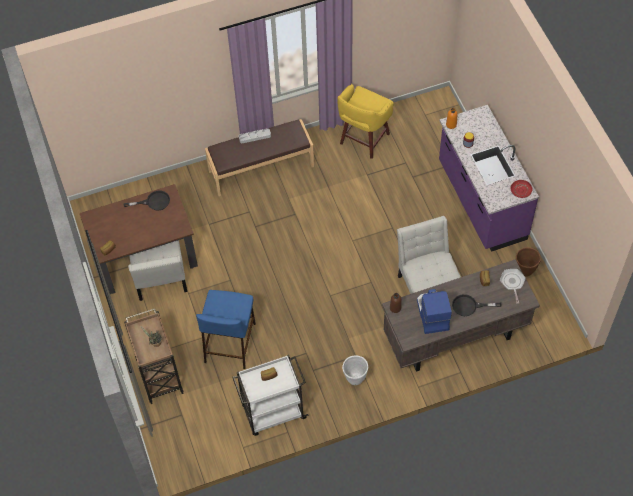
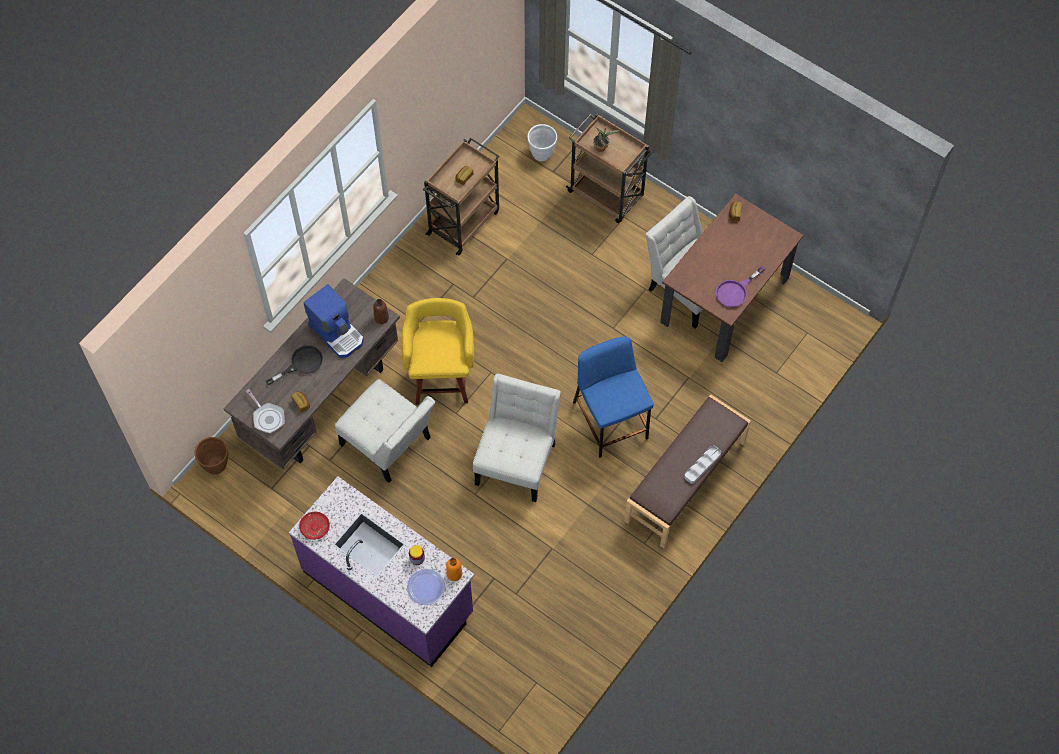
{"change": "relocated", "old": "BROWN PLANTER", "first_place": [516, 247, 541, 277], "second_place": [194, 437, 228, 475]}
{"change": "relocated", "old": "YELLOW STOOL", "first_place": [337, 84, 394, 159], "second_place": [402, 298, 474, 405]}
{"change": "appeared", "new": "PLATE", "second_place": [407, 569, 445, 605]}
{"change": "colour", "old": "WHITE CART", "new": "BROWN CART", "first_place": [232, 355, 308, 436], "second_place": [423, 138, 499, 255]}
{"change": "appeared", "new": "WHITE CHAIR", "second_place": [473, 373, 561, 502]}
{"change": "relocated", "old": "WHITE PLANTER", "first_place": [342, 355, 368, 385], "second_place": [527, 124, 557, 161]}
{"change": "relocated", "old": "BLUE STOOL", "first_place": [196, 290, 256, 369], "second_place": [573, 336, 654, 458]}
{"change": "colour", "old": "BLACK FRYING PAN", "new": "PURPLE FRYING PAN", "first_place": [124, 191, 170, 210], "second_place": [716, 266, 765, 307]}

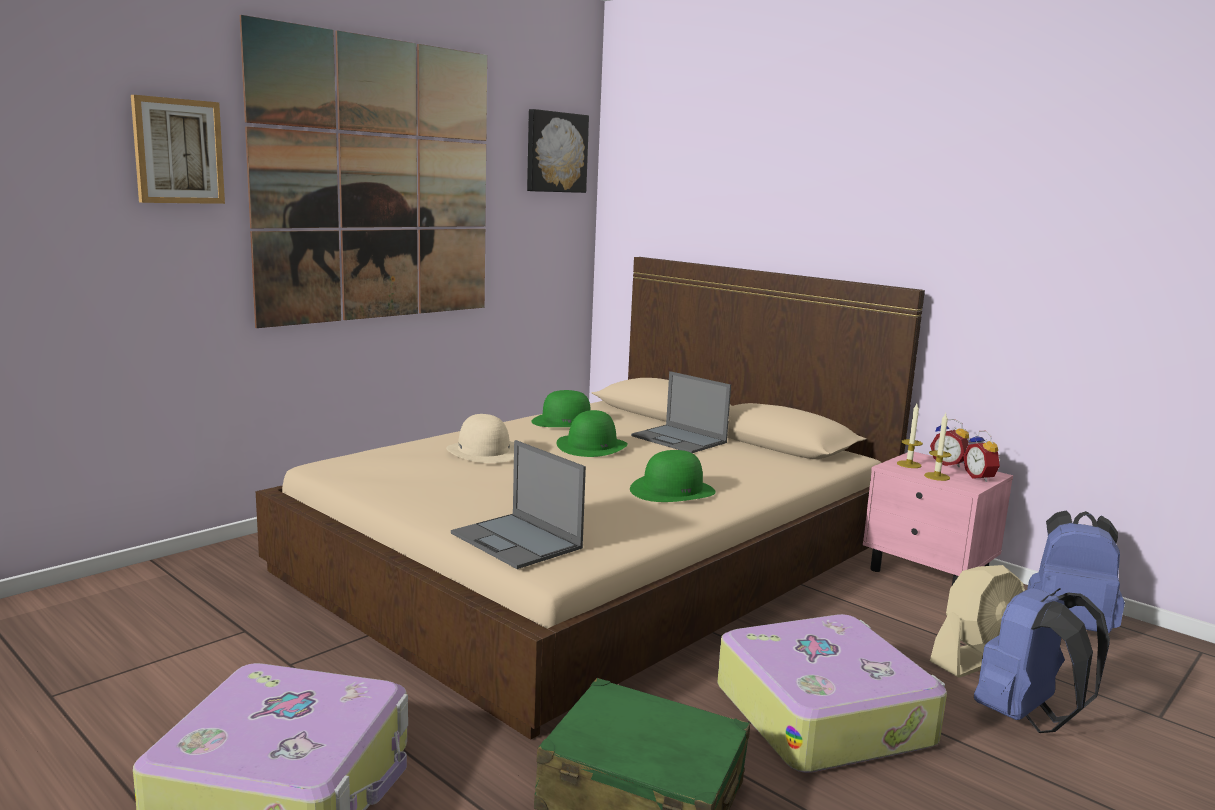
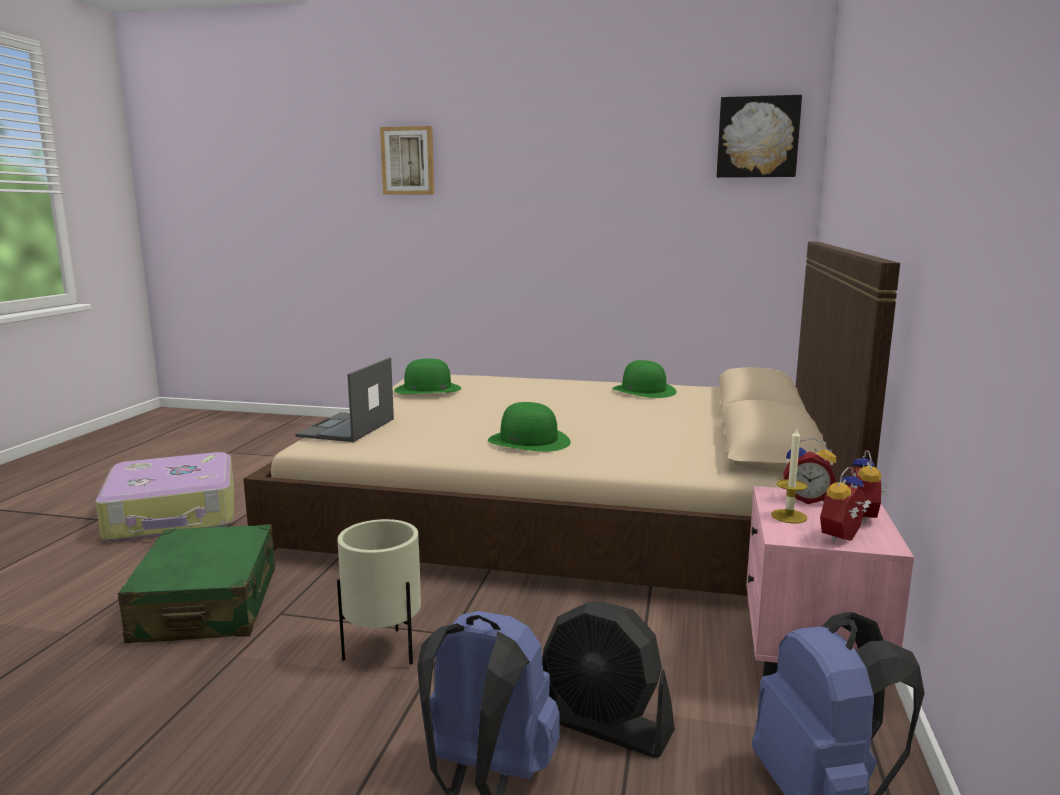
{"change": "exchanged", "old": "SUITCASE", "new": "BEIGE PLANTER", "first_place": [717, 614, 947, 773], "second_place": [337, 519, 421, 664]}
{"change": "relocated", "old": "GREEN HAT", "first_place": [557, 410, 628, 457], "second_place": [394, 359, 461, 394]}
{"change": "colour", "old": "BEIGE FAN", "new": "BLACK FAN", "first_place": [930, 565, 1025, 678], "second_place": [542, 602, 675, 758]}
{"change": "exchanged", "old": "CANDLE", "new": "ALARM CLOCK", "first_place": [897, 404, 923, 468], "second_place": [783, 438, 837, 504]}
{"change": "missing", "old": "PICTURE", "first_place": [240, 15, 487, 328]}
{"change": "missing", "old": "BEIGE HAT", "first_place": [446, 414, 514, 463]}
{"change": "missing", "old": "LAPTOP", "first_place": [631, 371, 731, 453]}

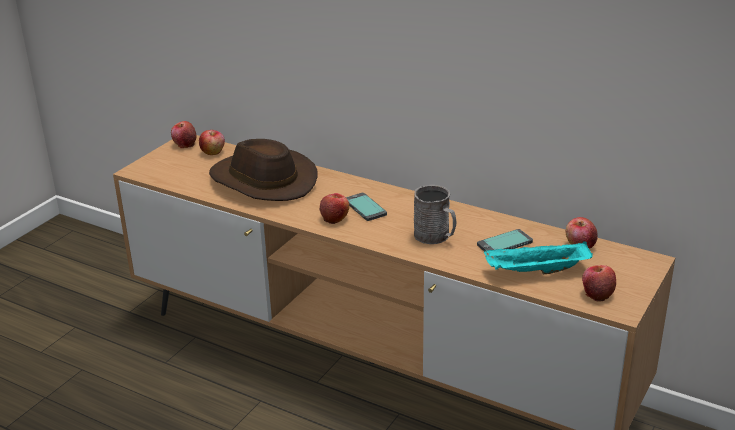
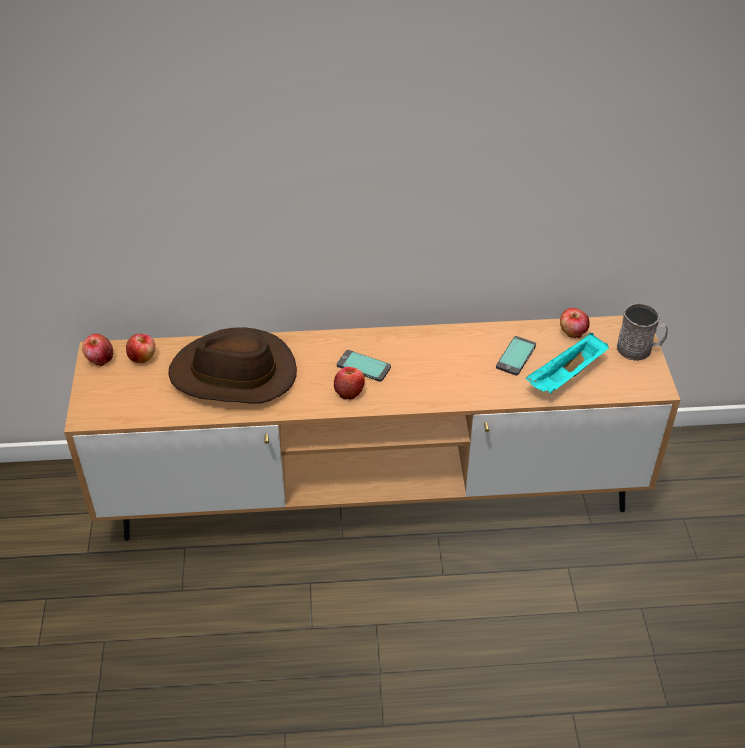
{"change": "relocated", "old": "GREY MUG", "first_place": [414, 185, 456, 244], "second_place": [617, 303, 668, 361]}
{"change": "missing", "old": "APPLE", "first_place": [582, 265, 616, 302]}

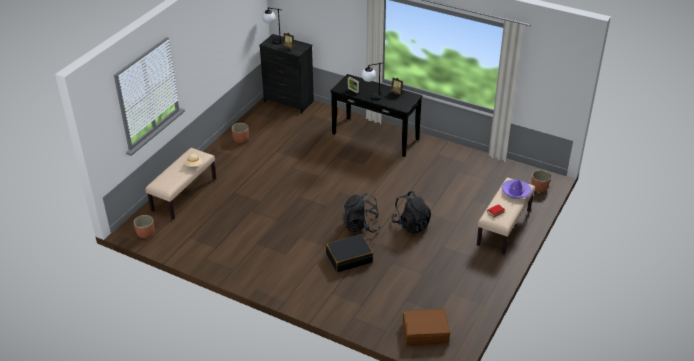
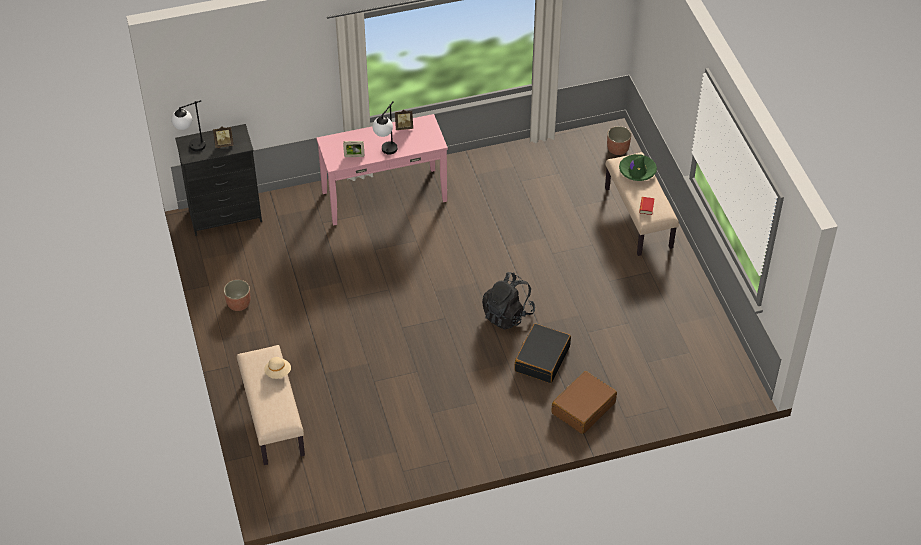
{"change": "colour", "old": "BLACK CONSOLE TABLE", "new": "PINK CONSOLE TABLE", "first_place": [331, 74, 422, 157], "second_place": [316, 114, 448, 225]}
{"change": "relocated", "old": "BROWN SUITCASE", "first_place": [403, 309, 450, 345], "second_place": [551, 371, 617, 434]}
{"change": "colour", "old": "PURPLE HAT", "new": "GREEN HAT", "first_place": [501, 180, 531, 199], "second_place": [619, 154, 657, 181]}
{"change": "missing", "old": "PLANTER", "first_place": [134, 215, 154, 238]}
{"change": "missing", "old": "BLACK BACKPACK", "first_place": [391, 191, 431, 234]}

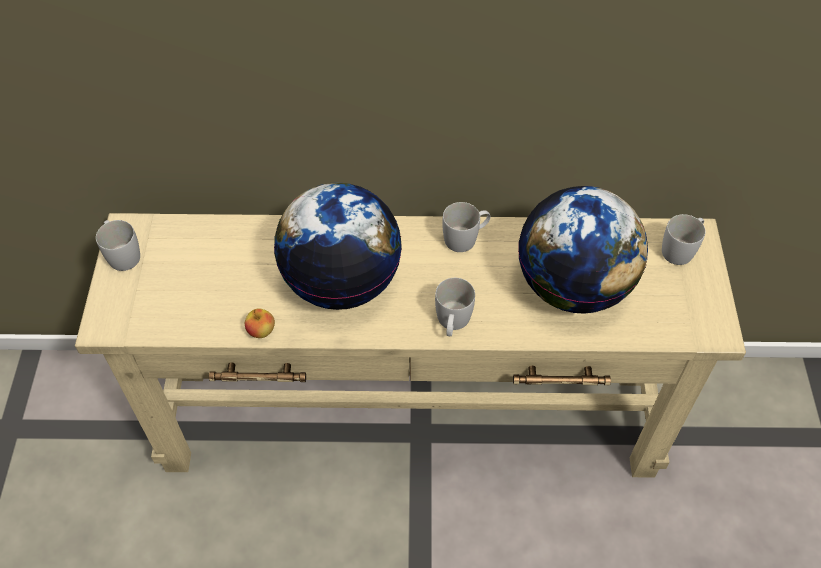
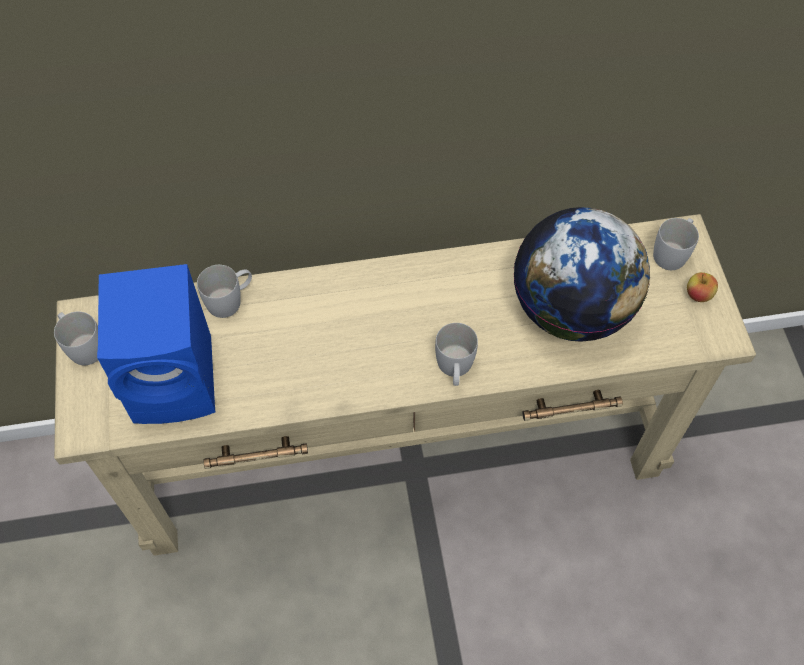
{"change": "appeared", "new": "BLUE SPEAKER", "second_place": [97, 264, 215, 424]}
{"change": "relocated", "old": "WHITE MUG", "first_place": [442, 202, 490, 252], "second_place": [197, 265, 252, 318]}
{"change": "relocated", "old": "APPLE", "first_place": [245, 308, 275, 338], "second_place": [687, 272, 718, 302]}
{"change": "missing", "old": "GLOBE", "first_place": [274, 182, 402, 310]}

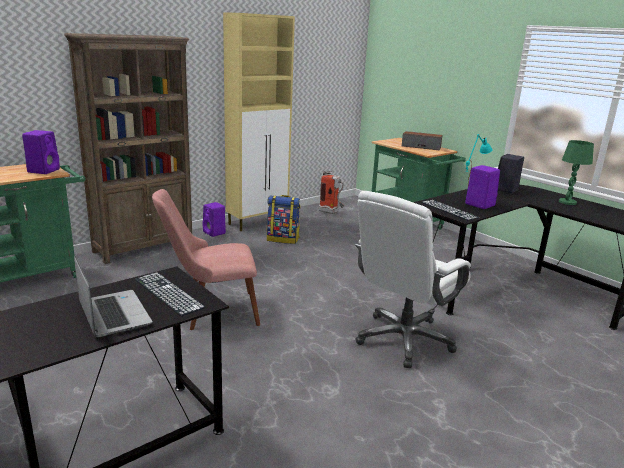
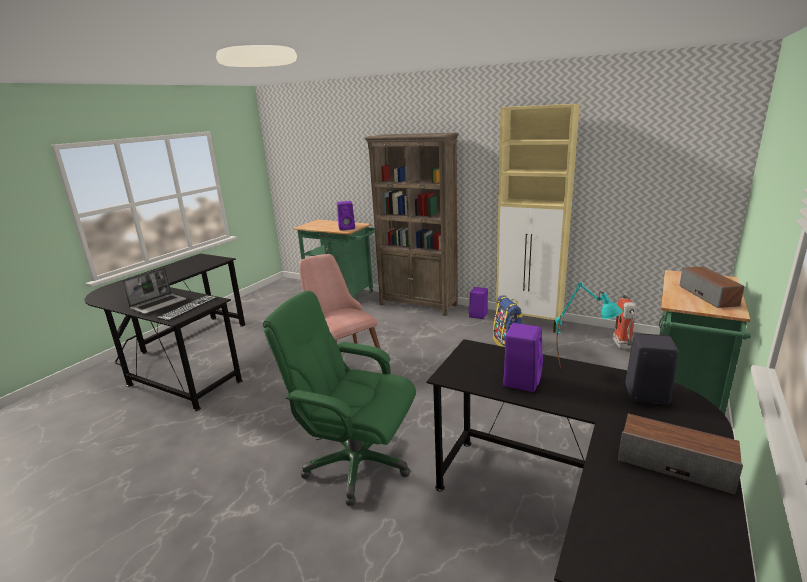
{"change": "colour", "old": "WHITE OFFICE CHAIR", "new": "GREEN OFFICE CHAIR", "first_place": [355, 191, 471, 368], "second_place": [263, 291, 416, 506]}
{"change": "exchanged", "old": "GREEN TABLE LAMP", "new": "SPEAKER", "first_place": [559, 140, 594, 205], "second_place": [618, 413, 743, 495]}
{"change": "missing", "old": "KEYBOARD", "first_place": [421, 200, 480, 221]}

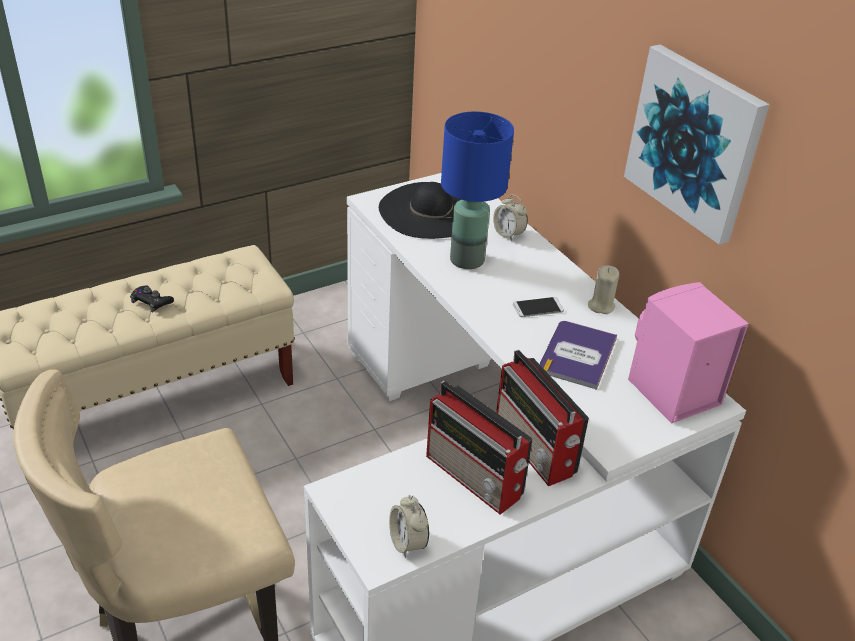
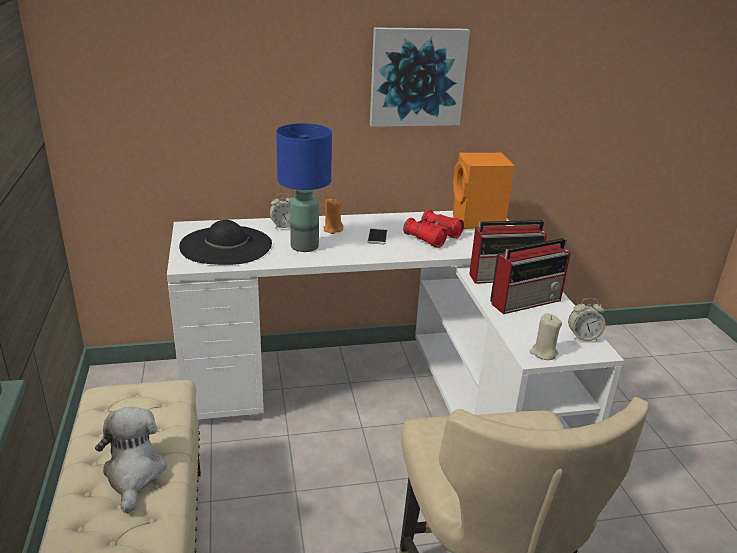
{"change": "exchanged", "old": "BLACK GAME CONTROLLER", "new": "PLUSH TOY", "first_place": [130, 285, 174, 312], "second_place": [95, 407, 167, 514]}
{"change": "appeared", "new": "ORANGE CANDLE", "second_place": [324, 198, 343, 234]}
{"change": "exchanged", "old": "BOOK", "new": "RED BINOCULARS", "first_place": [540, 321, 617, 390], "second_place": [403, 210, 464, 248]}
{"change": "colour", "old": "PINK SPEAKER", "new": "ORANGE SPEAKER", "first_place": [628, 282, 749, 424], "second_place": [453, 153, 515, 229]}
{"change": "relocated", "old": "BEIGE CANDLE", "first_place": [588, 266, 619, 314], "second_place": [530, 313, 562, 360]}

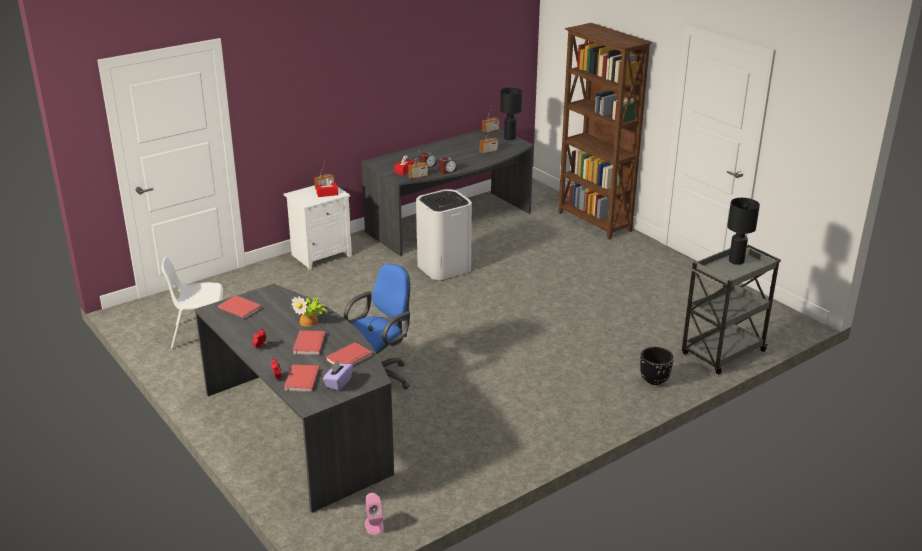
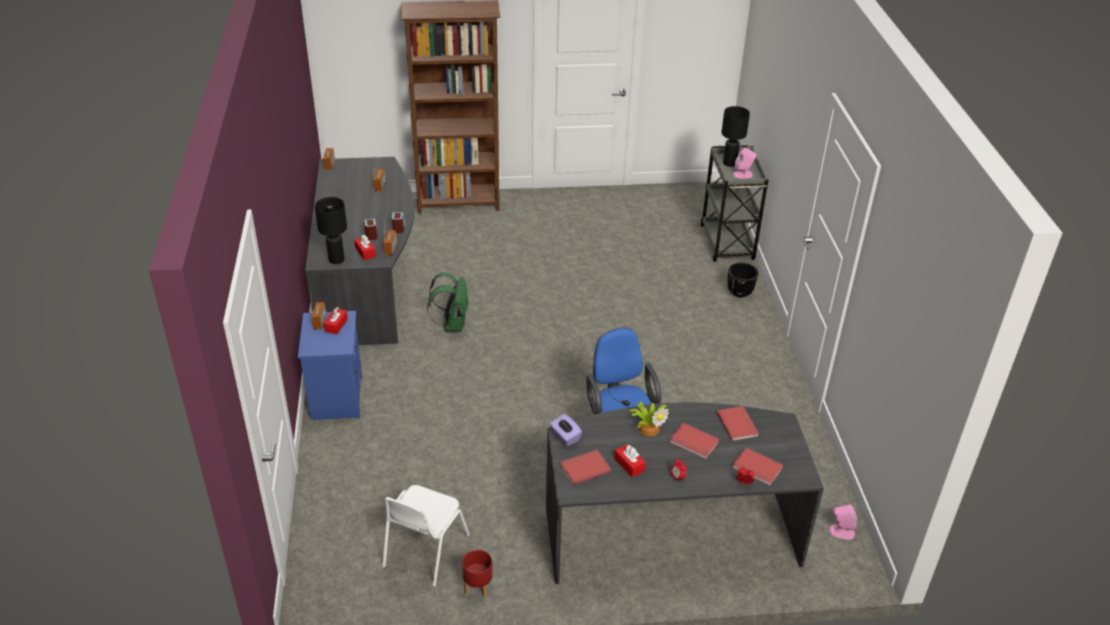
{"change": "colour", "old": "WHITE NIGHTSTAND", "new": "BLUE NIGHTSTAND", "first_place": [284, 185, 352, 270], "second_place": [298, 311, 362, 420]}
{"change": "relocated", "old": "BLACK TABLE LAMP", "first_place": [500, 87, 522, 140], "second_place": [315, 197, 347, 264]}
{"change": "exchanged", "old": "WHITE TRASH CAN", "new": "GREEN BACKPACK", "first_place": [416, 189, 472, 281], "second_place": [427, 273, 469, 332]}
{"change": "appeared", "new": "RED PLANTER", "second_place": [462, 550, 492, 597]}
{"change": "relocated", "old": "PURPLE TISSUE BOX", "first_place": [323, 360, 353, 391], "second_place": [550, 414, 582, 447]}
{"change": "appeared", "new": "RED TISSUE BOX", "second_place": [614, 444, 646, 478]}
{"change": "appeared", "new": "PINK SPEAKER", "second_place": [733, 148, 756, 179]}

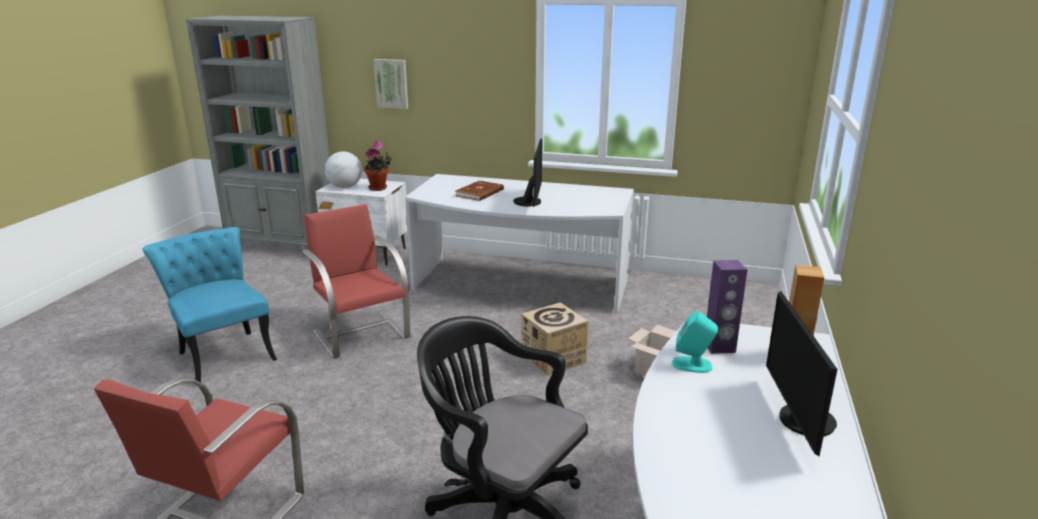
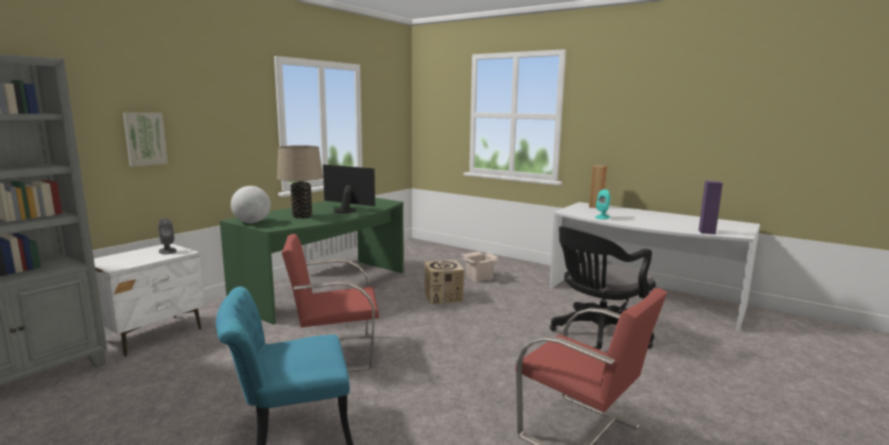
{"change": "exchanged", "old": "POTTED PLANT", "new": "GREY SPEAKER", "first_place": [365, 141, 392, 191], "second_place": [158, 218, 177, 254]}
{"change": "colour", "old": "WHITE DESK", "new": "GREEN DESK", "first_place": [405, 174, 634, 314], "second_place": [220, 198, 404, 325]}
{"change": "relocated", "old": "GLOBE", "first_place": [325, 151, 362, 188], "second_place": [231, 186, 271, 223]}
{"change": "exchanged", "old": "BROWN BOOK", "new": "BEIGE TABLE LAMP", "first_place": [456, 180, 504, 201], "second_place": [277, 145, 323, 218]}
{"change": "relocated", "old": "PURPLE SPEAKER", "first_place": [707, 260, 748, 354], "second_place": [699, 181, 723, 235]}
{"change": "missing", "old": "MONITOR", "first_place": [766, 291, 837, 456]}

